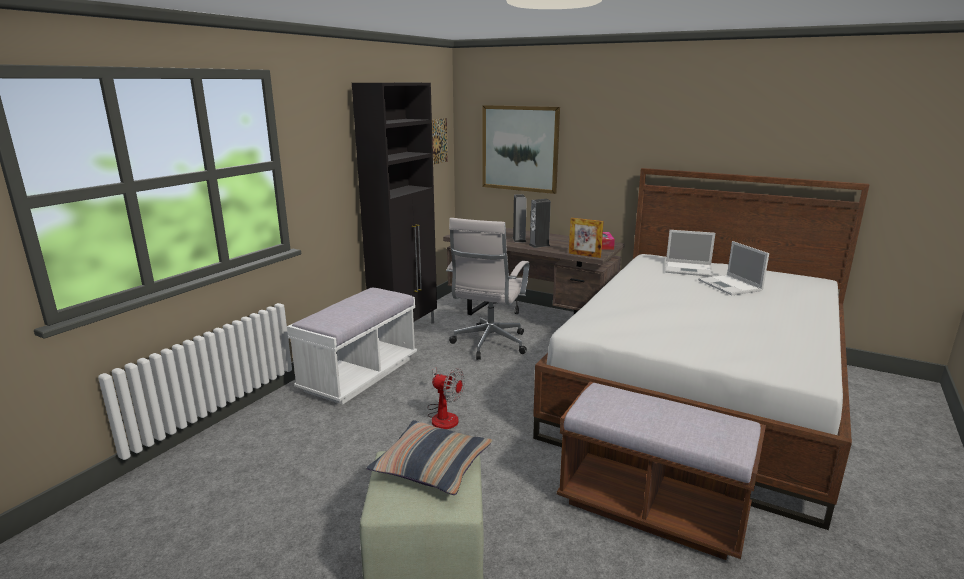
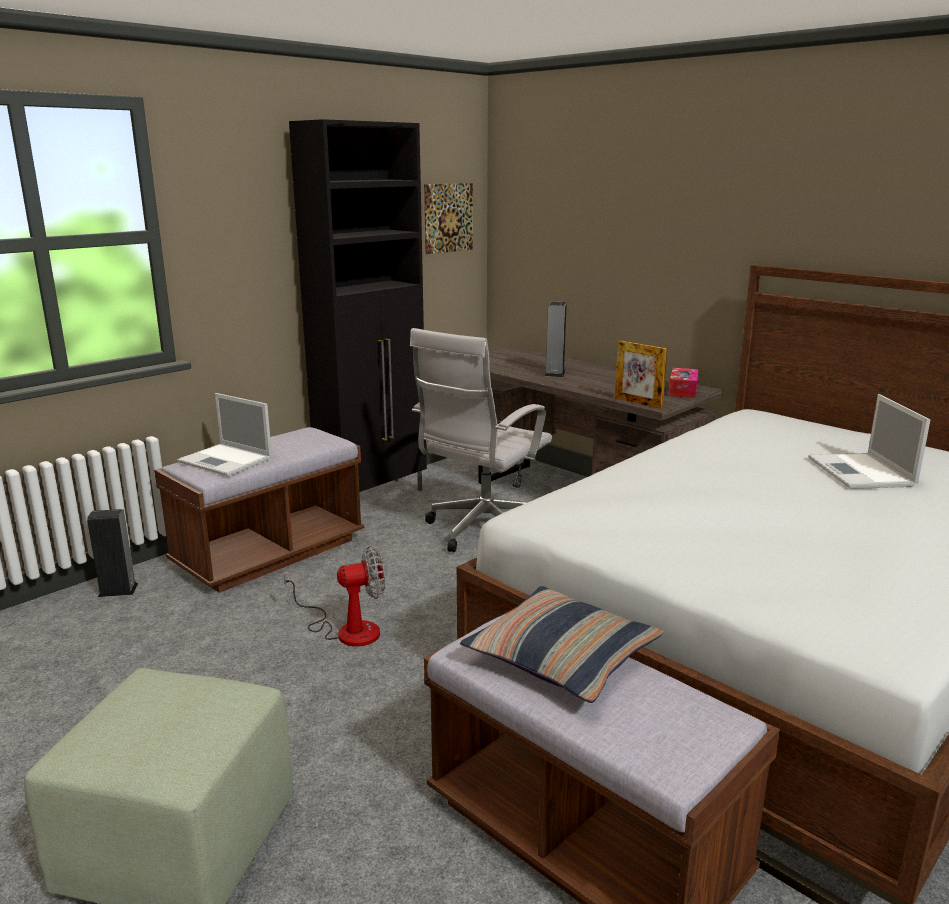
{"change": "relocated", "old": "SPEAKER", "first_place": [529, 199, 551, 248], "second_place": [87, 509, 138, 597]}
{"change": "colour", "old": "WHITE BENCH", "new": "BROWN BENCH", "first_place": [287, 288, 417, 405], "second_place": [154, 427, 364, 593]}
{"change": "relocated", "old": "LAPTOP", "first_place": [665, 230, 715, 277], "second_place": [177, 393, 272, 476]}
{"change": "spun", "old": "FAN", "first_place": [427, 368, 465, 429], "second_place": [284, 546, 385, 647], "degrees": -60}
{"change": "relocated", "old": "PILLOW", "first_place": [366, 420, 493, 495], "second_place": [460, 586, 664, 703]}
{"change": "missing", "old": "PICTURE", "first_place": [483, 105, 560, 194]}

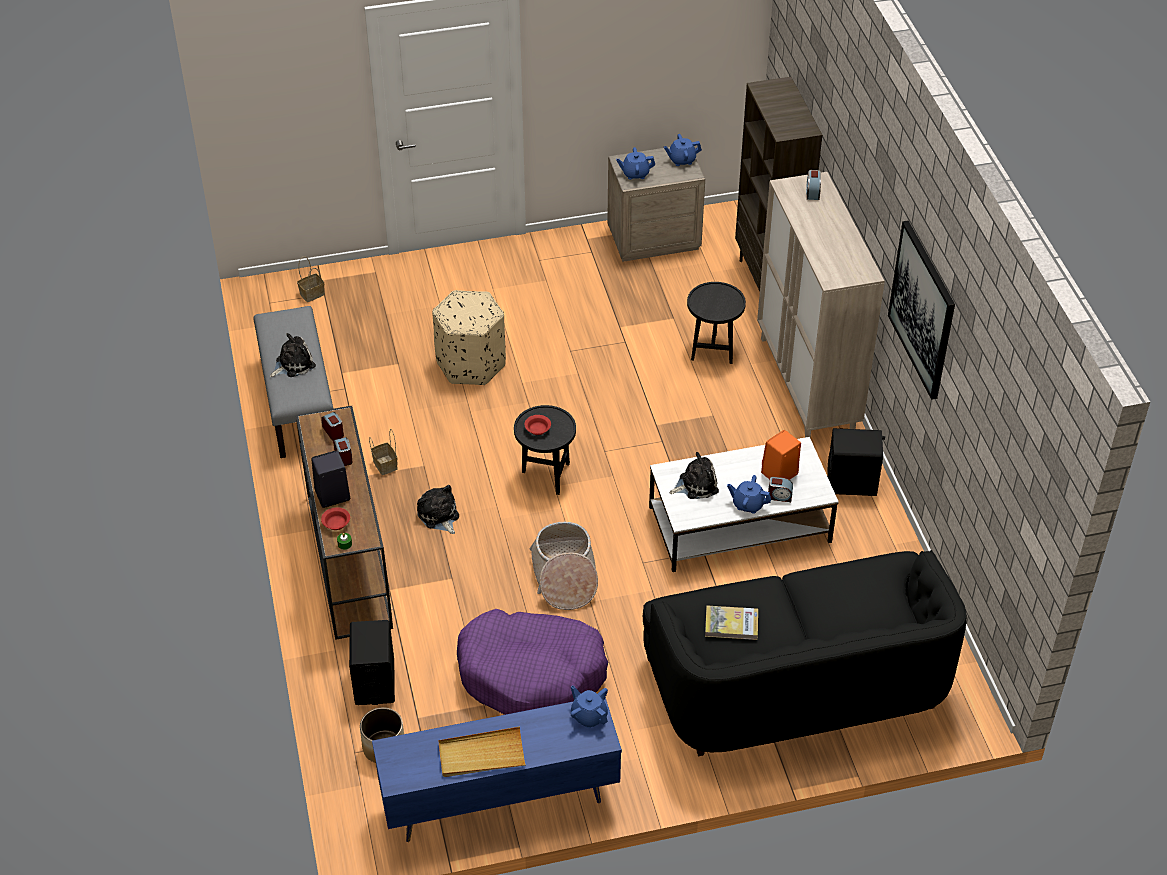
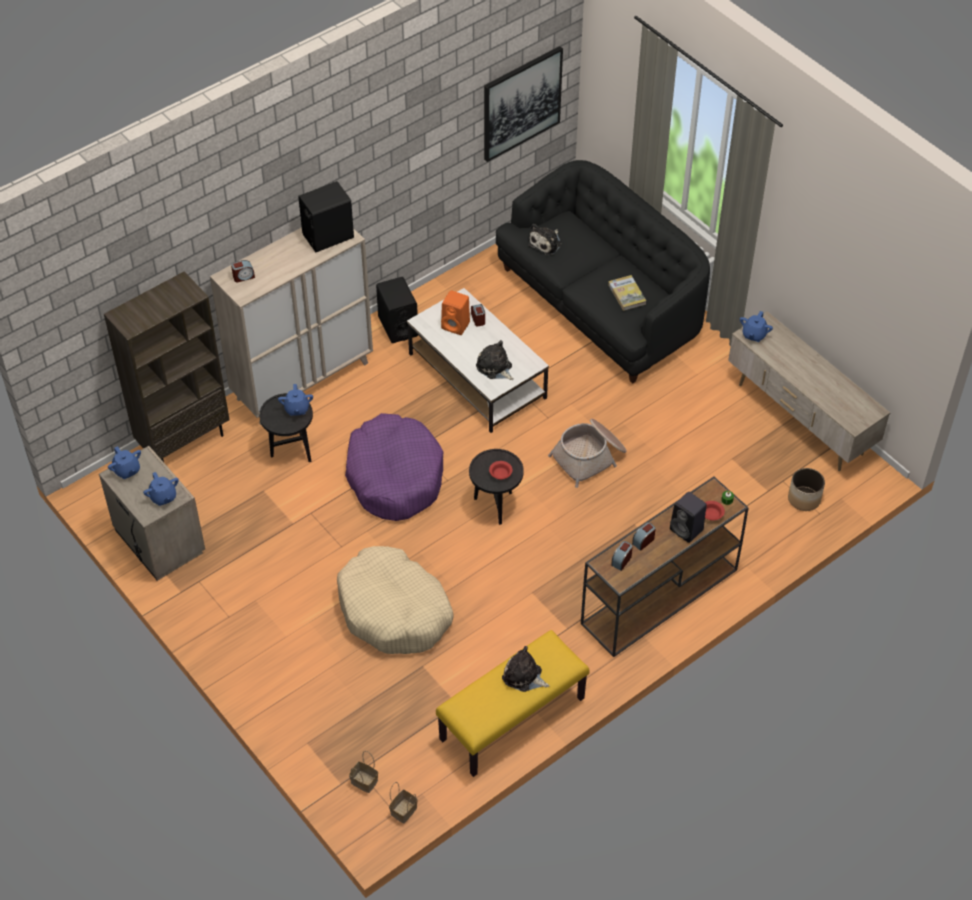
{"change": "relocated", "old": "BLUE TEAPOT", "first_place": [727, 475, 771, 514], "second_place": [278, 384, 313, 416]}
{"change": "relocated", "old": "BLACK SPEAKER", "first_place": [349, 620, 395, 705], "second_place": [298, 181, 354, 252]}
{"change": "exchanged", "old": "BEIGE OTTOMAN", "new": "BEIGE DOG BED", "first_place": [432, 290, 506, 385], "second_place": [337, 546, 454, 654]}
{"change": "relocated", "old": "PURPLE DOG BED", "first_place": [457, 609, 608, 715], "second_place": [345, 413, 443, 521]}
{"change": "relocated", "old": "BASKET", "first_place": [369, 429, 398, 475], "second_place": [389, 782, 418, 823]}
{"change": "colour", "old": "GREY BENCH", "new": "YELLOW BENCH", "first_place": [254, 306, 334, 458], "second_place": [436, 630, 589, 777]}
{"change": "relocated", "old": "PICTURE", "first_place": [888, 220, 955, 400], "second_place": [484, 46, 563, 162]}
{"change": "relocated", "old": "PLUSH TOY", "first_place": [417, 485, 459, 534], "second_place": [528, 224, 562, 256]}
{"change": "colour", "old": "BLUE TV STAND", "new": "BEIGE TV STAND", "first_place": [372, 697, 622, 842], "second_place": [728, 311, 891, 471]}
{"change": "missing", "old": "BEIGE TRAY", "first_place": [438, 727, 526, 777]}

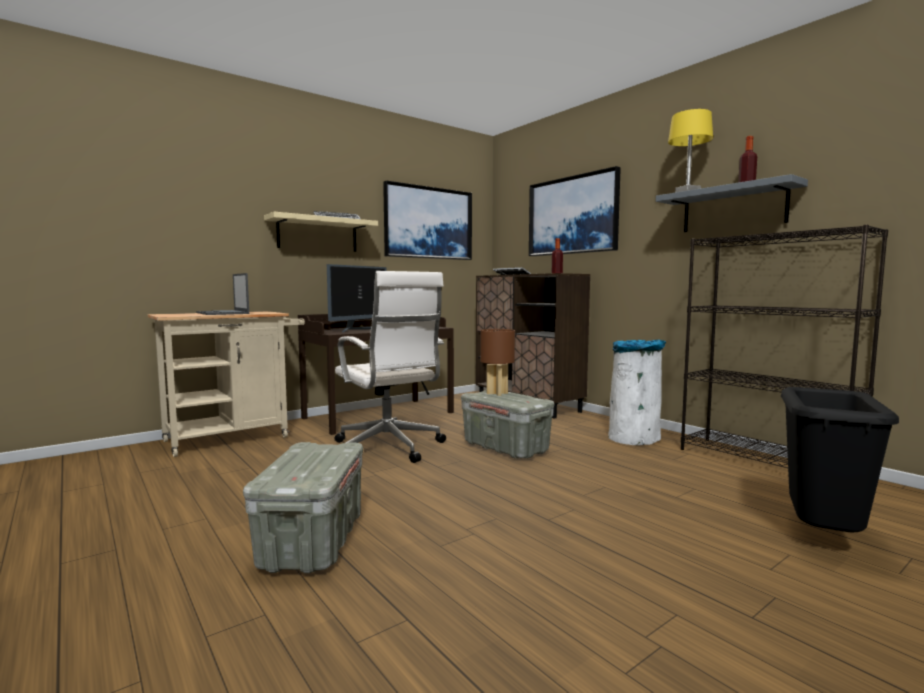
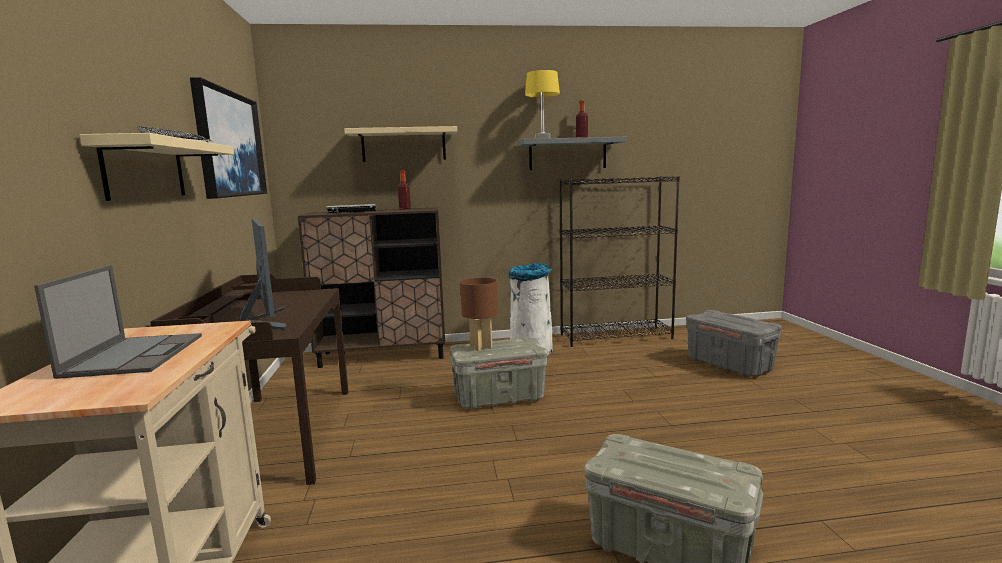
{"change": "spun", "old": "LAPTOP", "first_place": [196, 273, 249, 315], "second_place": [34, 265, 202, 379], "degrees": -90}
{"change": "exchanged", "old": "PICTURE", "new": "BEIGE SHELF", "first_place": [529, 166, 621, 256], "second_place": [344, 126, 457, 162]}
{"change": "exchanged", "old": "BLACK TRASH CAN", "new": "GREY STORAGE BOX", "first_place": [781, 387, 899, 532], "second_place": [686, 310, 782, 377]}
{"change": "missing", "old": "WHITE OFFICE CHAIR", "first_place": [334, 271, 446, 463]}

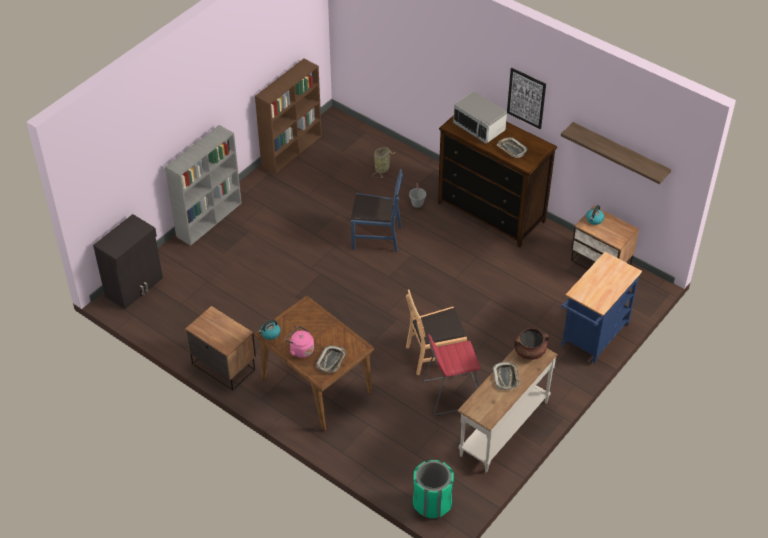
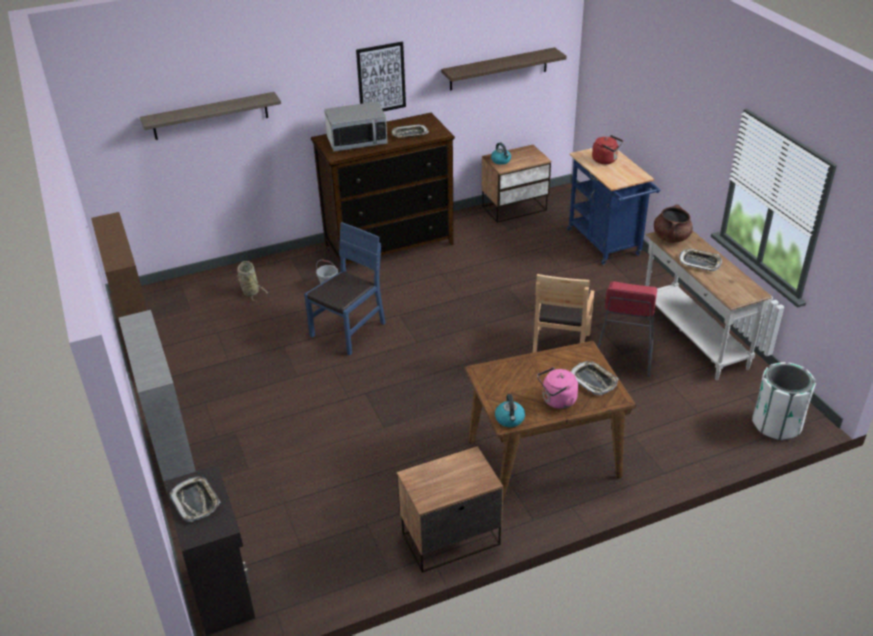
{"change": "appeared", "new": "SHELF", "second_place": [140, 92, 281, 140]}
{"change": "appeared", "new": "TRAY", "second_place": [169, 477, 220, 522]}
{"change": "appeared", "new": "RED KETTLE", "second_place": [592, 135, 623, 164]}
{"change": "colour", "old": "GREEN TRASH CAN", "new": "WHITE TRASH CAN", "first_place": [413, 460, 454, 518], "second_place": [752, 362, 816, 440]}

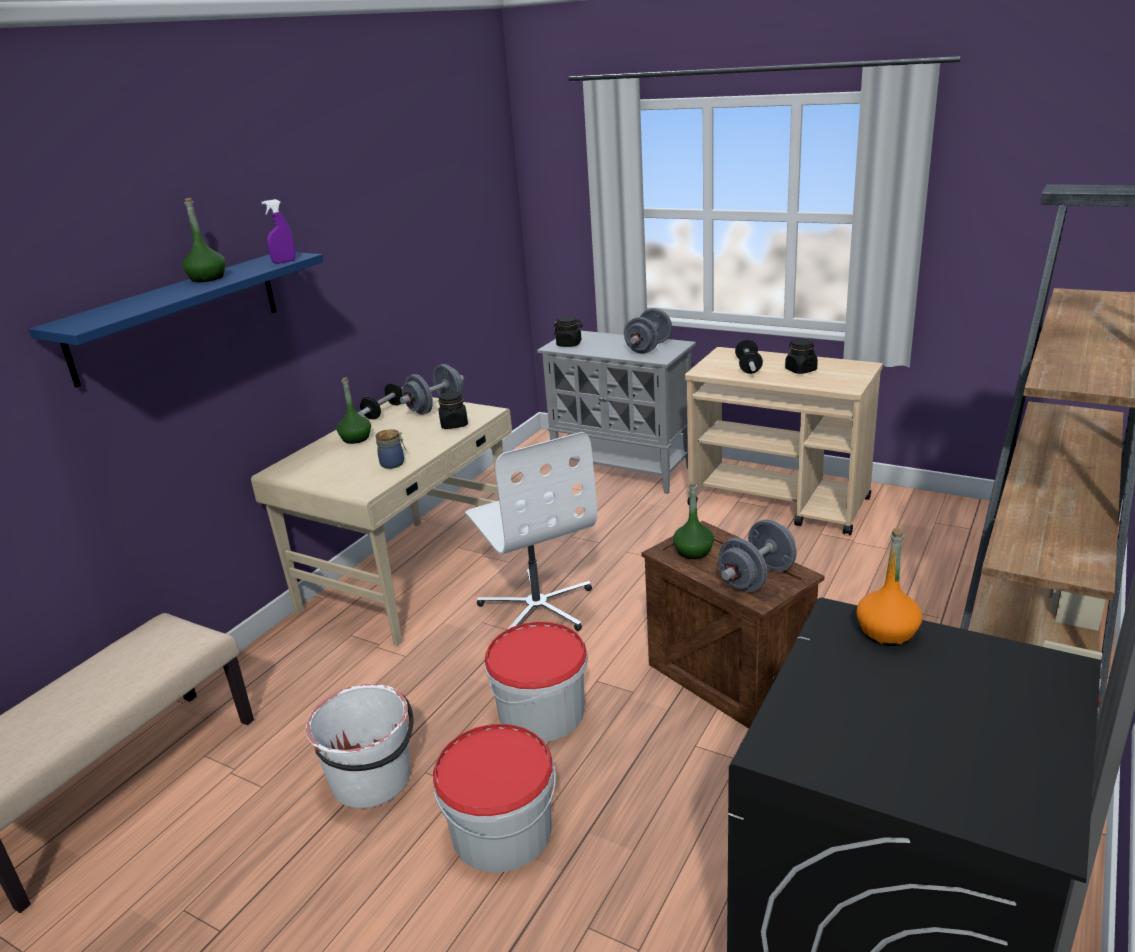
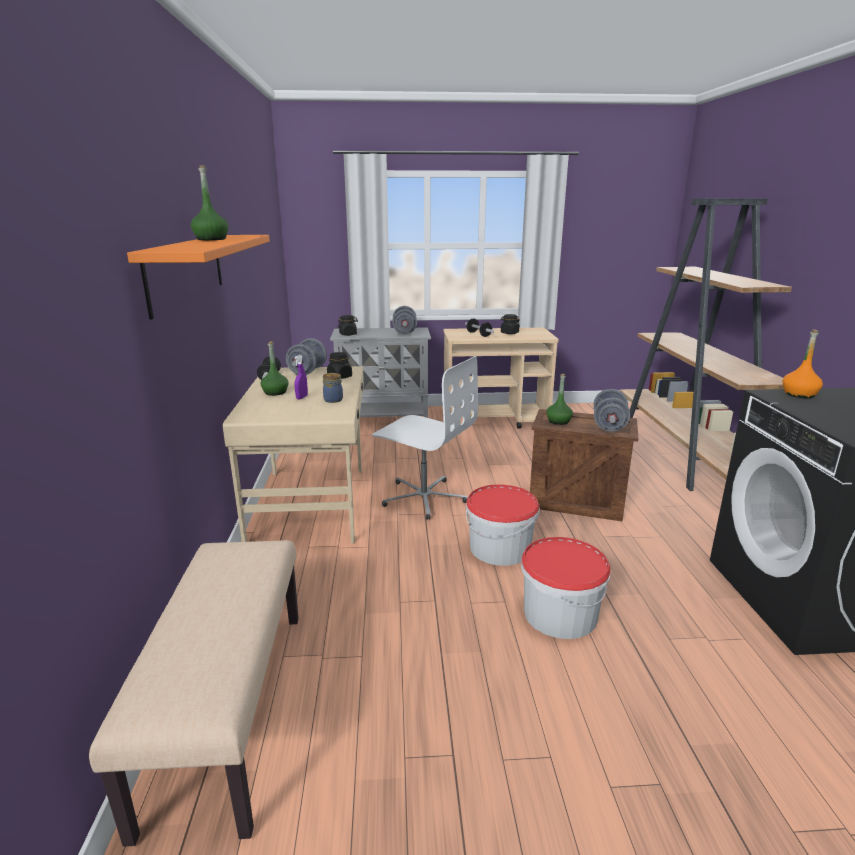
{"change": "colour", "old": "BLUE SHELF", "new": "ORANGE SHELF", "first_place": [28, 252, 324, 387], "second_place": [127, 235, 270, 320]}
{"change": "relocated", "old": "PURPLE SPRAY BOTTLE", "first_place": [261, 199, 296, 264], "second_place": [294, 355, 308, 399]}
{"change": "missing", "old": "WHITE BUCKET", "first_place": [306, 684, 414, 808]}

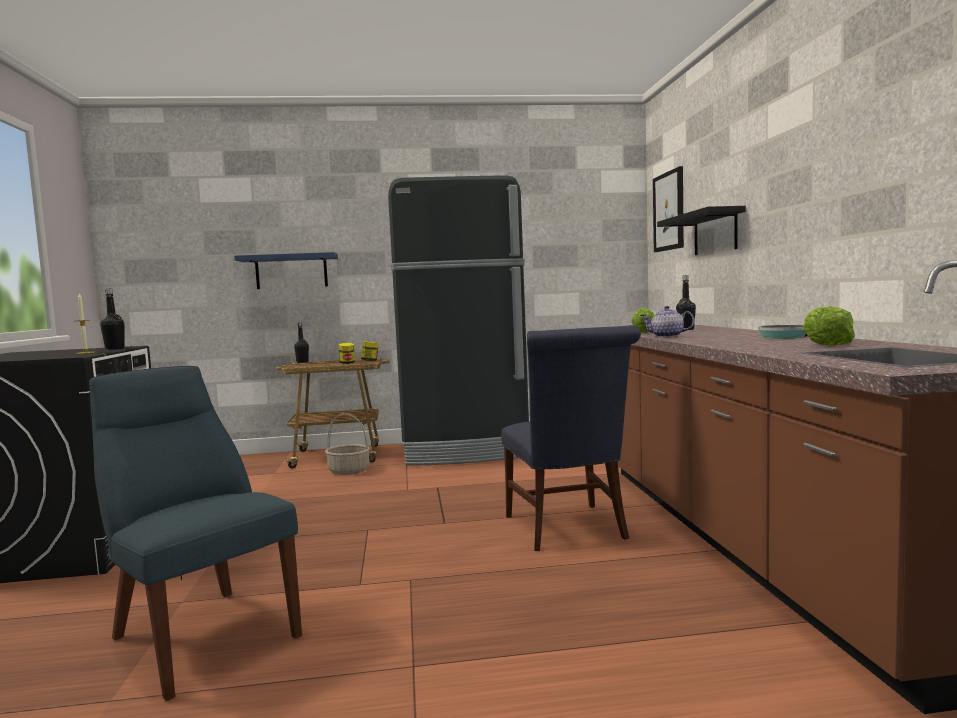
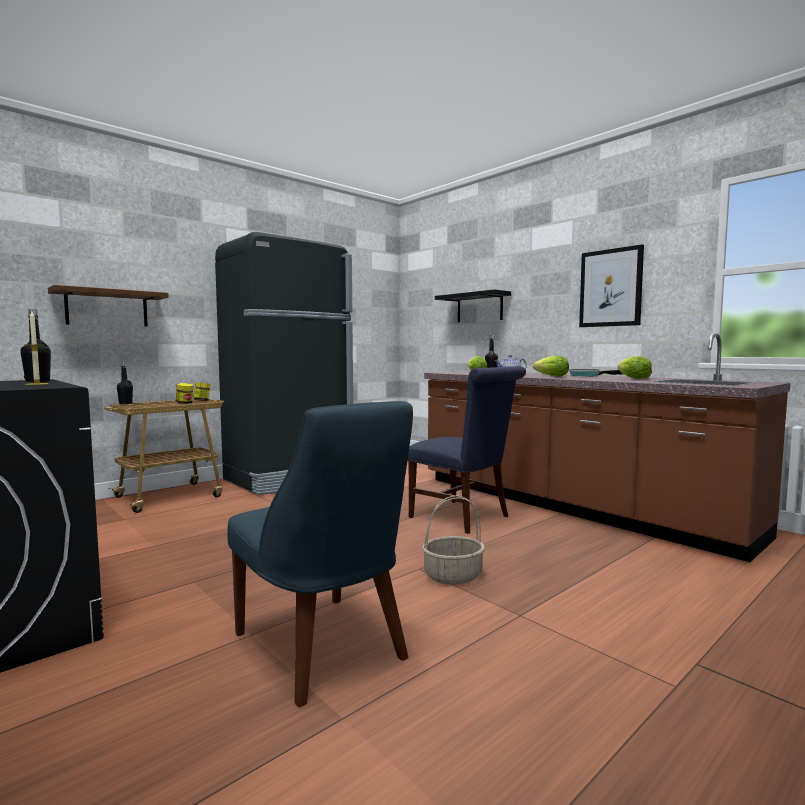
{"change": "colour", "old": "BLUE SHELF", "new": "BROWN SHELF", "first_place": [234, 252, 338, 289], "second_place": [48, 285, 169, 327]}
{"change": "spun", "old": "BLUE CHAIR", "first_place": [89, 366, 302, 701], "second_place": [227, 401, 413, 707], "degrees": -135}
{"change": "relocated", "old": "BASKET", "first_place": [325, 413, 370, 475], "second_place": [422, 495, 485, 585]}
{"change": "appeared", "new": "LETTUCE", "second_place": [533, 356, 569, 377]}
{"change": "relocated", "old": "PICTURE", "first_place": [653, 166, 684, 252], "second_place": [579, 244, 644, 327]}

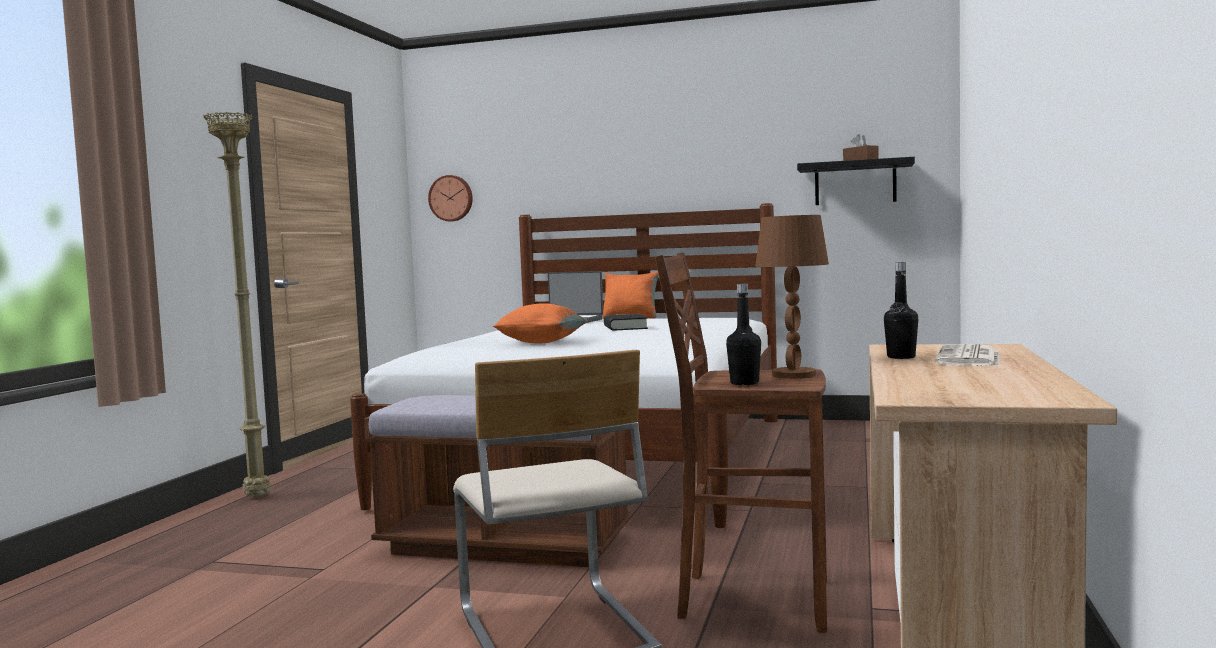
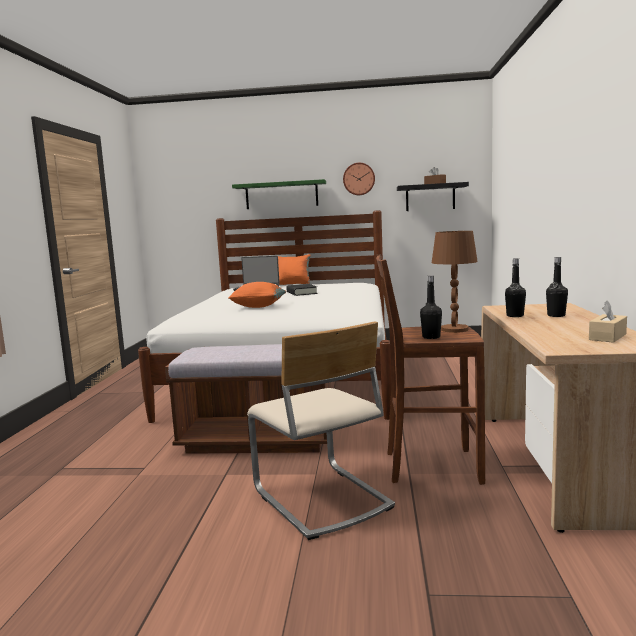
{"change": "appeared", "new": "GREEN SHELF", "second_place": [232, 179, 326, 209]}
{"change": "relocated", "old": "WALL CLOCK", "first_place": [428, 175, 473, 221], "second_place": [343, 163, 375, 195]}
{"change": "exchanged", "old": "NEWSPAPER", "new": "BLACK BOTTLE", "first_place": [935, 344, 1000, 366], "second_place": [546, 257, 568, 317]}
{"change": "appeared", "new": "BEIGE TISSUE BOX", "second_place": [589, 300, 627, 343]}
{"change": "missing", "old": "BEIGE FLOOR LAMP", "first_place": [204, 112, 271, 498]}

